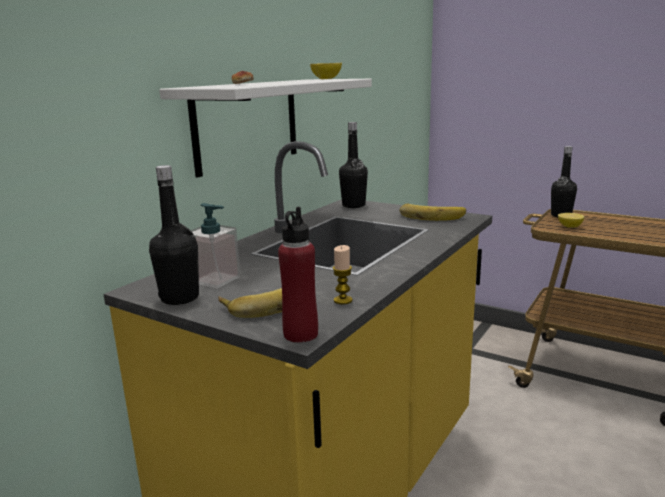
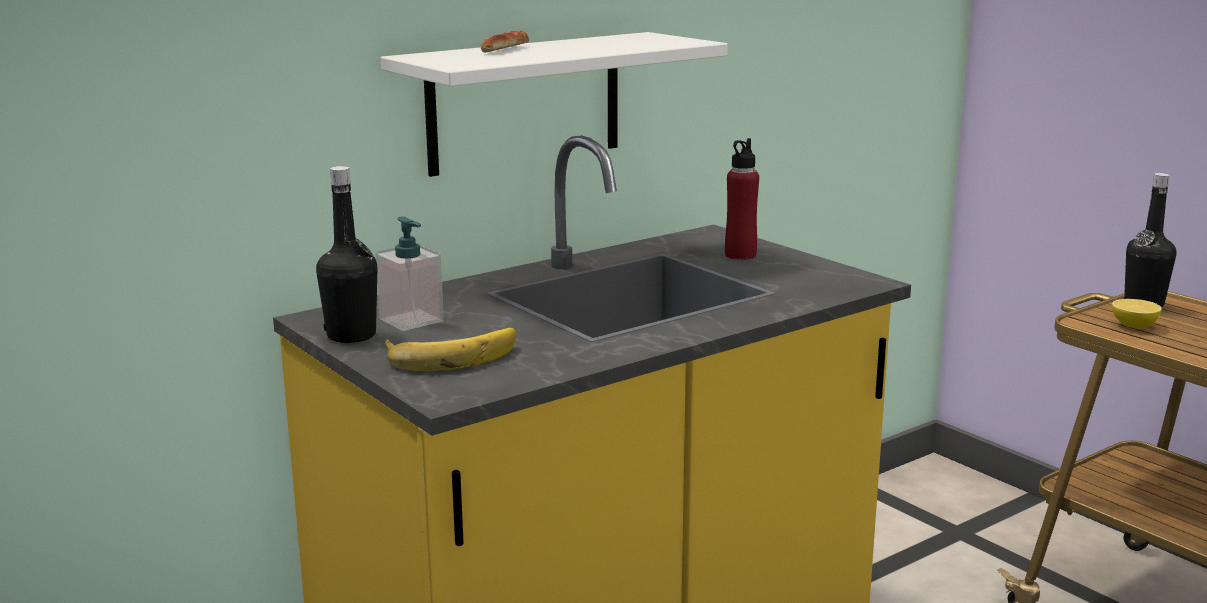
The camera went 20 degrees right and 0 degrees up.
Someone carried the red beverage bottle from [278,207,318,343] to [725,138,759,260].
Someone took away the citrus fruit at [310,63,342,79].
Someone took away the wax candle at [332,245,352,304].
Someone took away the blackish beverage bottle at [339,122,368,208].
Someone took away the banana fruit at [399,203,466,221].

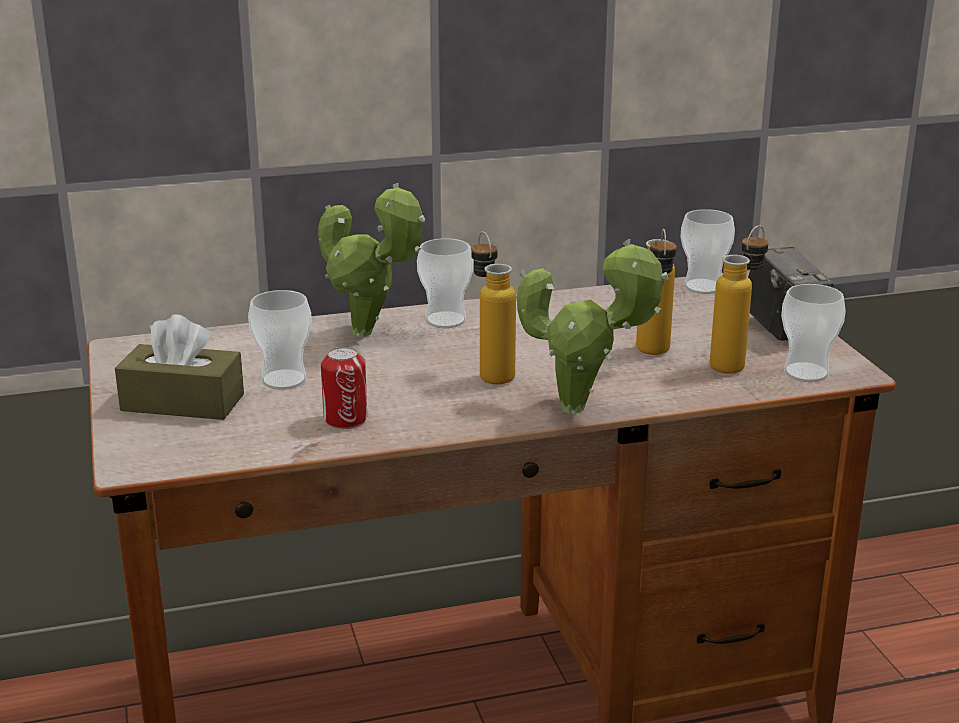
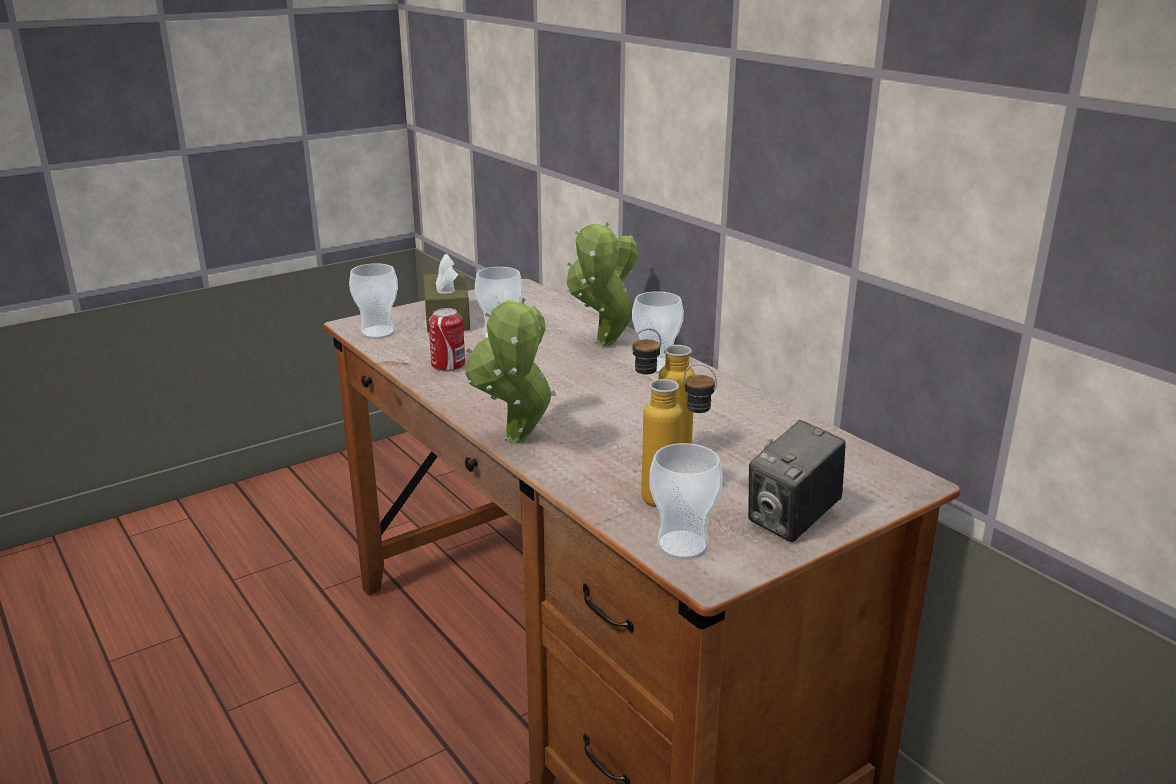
The camera went 70 degrees right and 0 degrees up.
Someone took away the beverage bottle at [471,231,516,384].
Someone carried the drinking cup from [680,209,735,294] to [349,263,398,339].

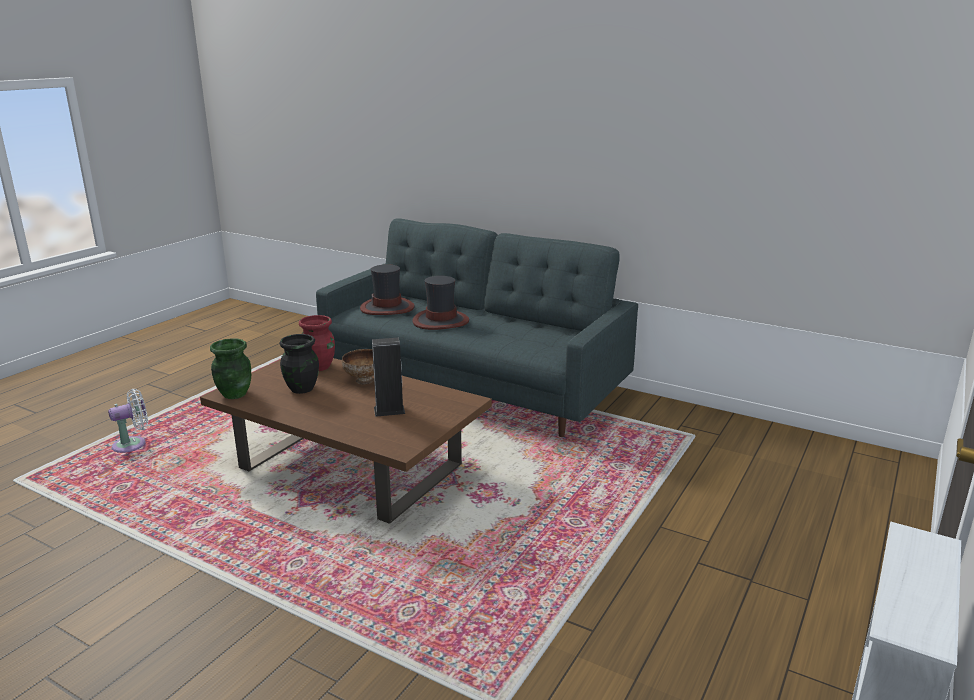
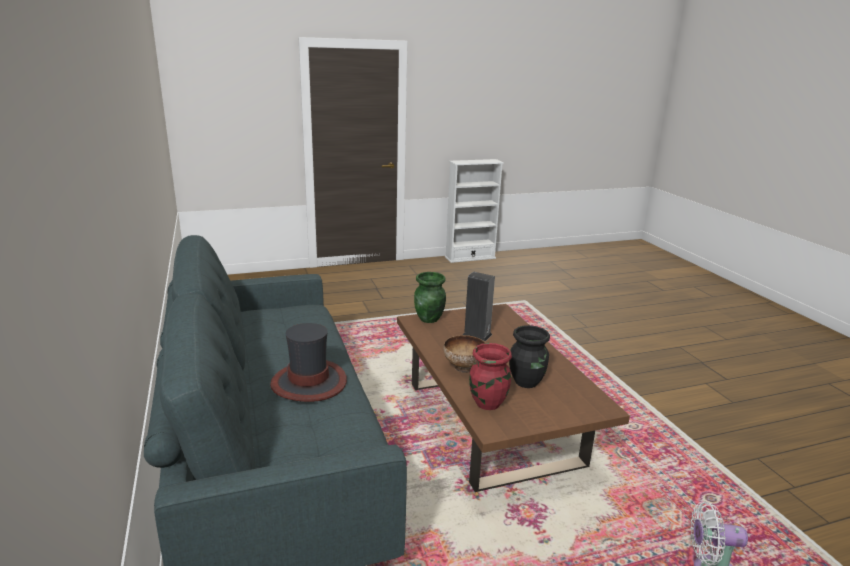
The camera went 140 degrees left and 0 degrees up.
Someone carried the green-coloured vase from [210,338,251,399] to [414,272,446,323].
Someone took away the clothing hat at [360,264,414,315].

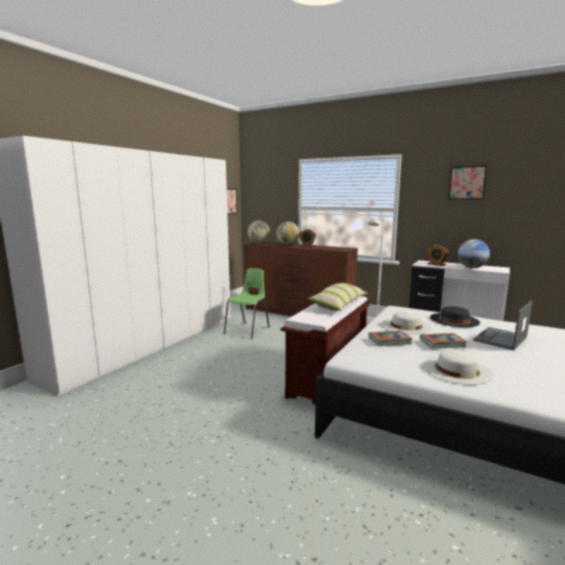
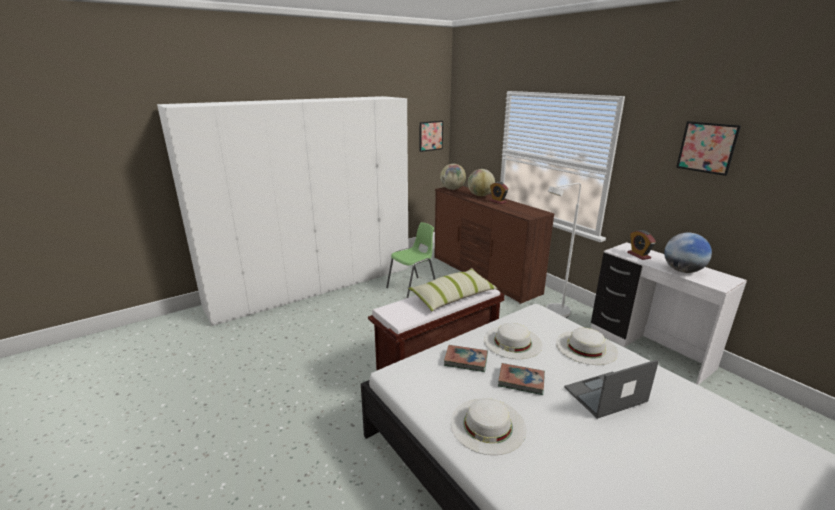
The camera went 25 degrees right and 10 degrees up.
Someone repainted the blackish clothing hat at [430,306,480,327], which became the white-coloured clothing hat at [556,328,618,365].

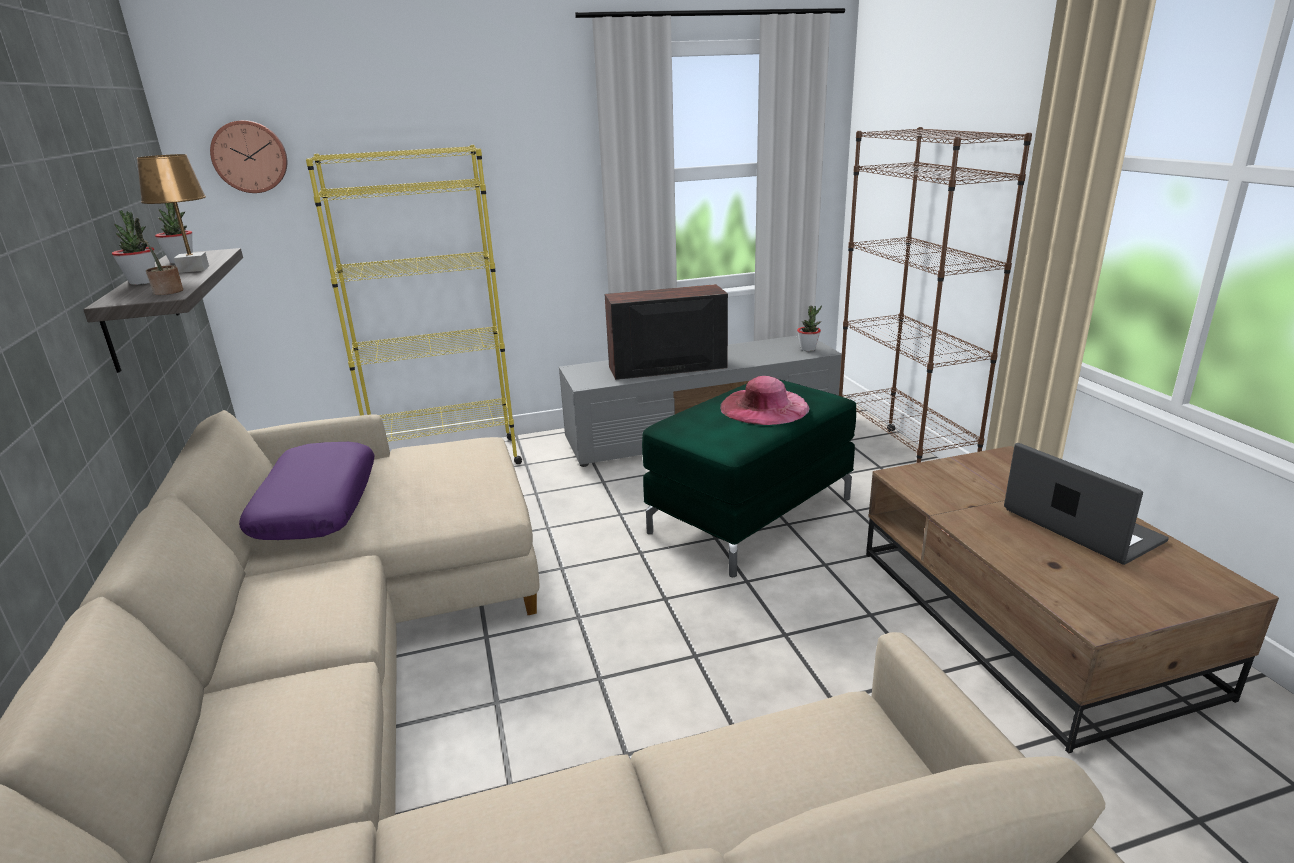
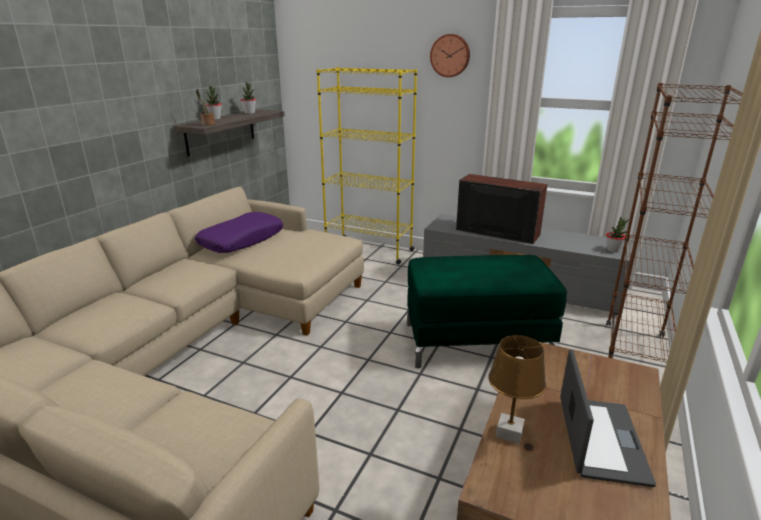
The camera went 40 degrees right and 0 degrees up.
Someone carried the brownish lamp for a table from [137,154,209,273] to [488,335,546,444].
Someone carried the wall clock from [210,120,287,193] to [430,34,470,77].
Someone took away the pink clothing hat at [720,376,809,425].

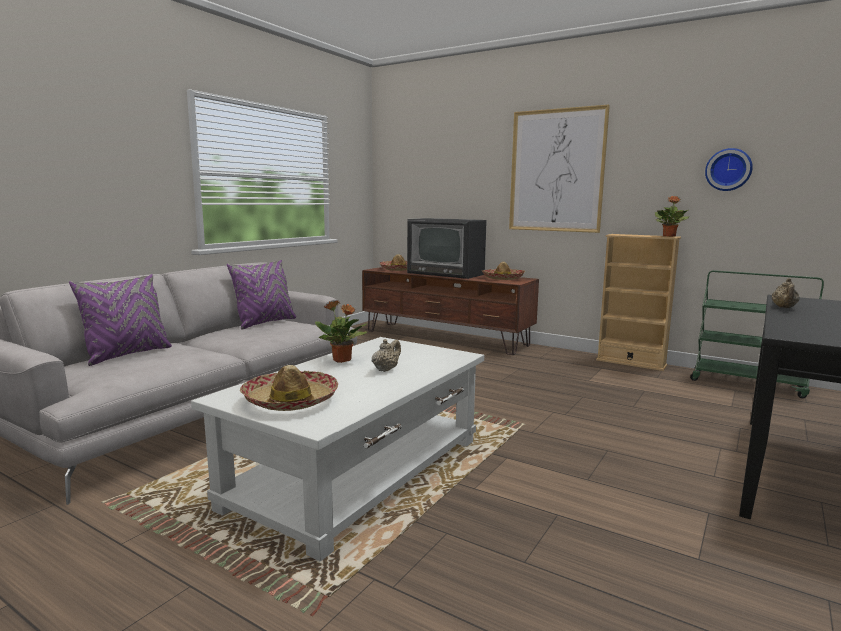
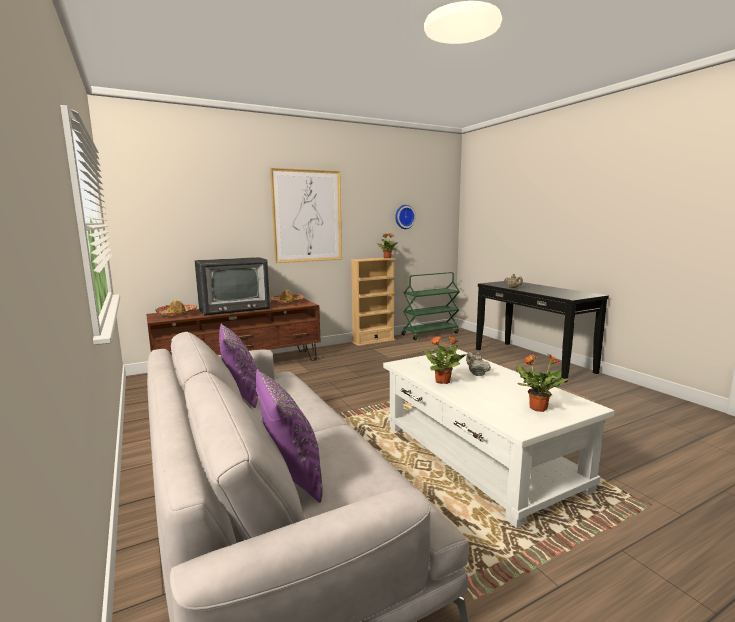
The camera went 60 degrees left and 0 degrees up.
Someone swapped the clothing hat at [240,365,338,411] for the potted plant at [516,354,569,412].

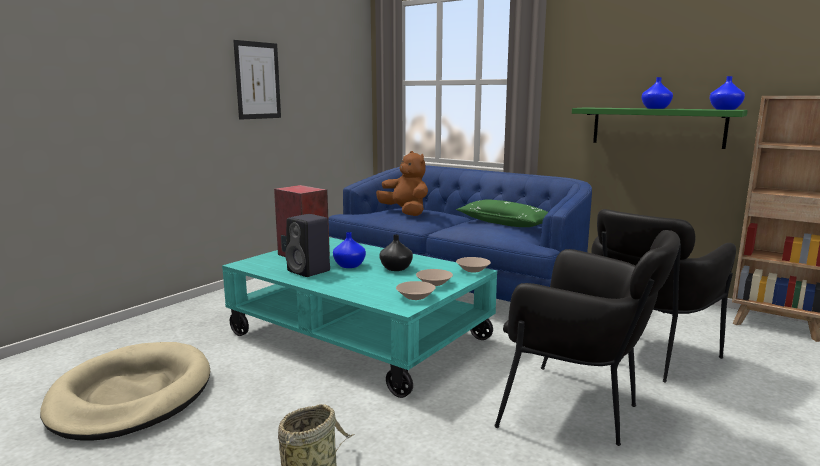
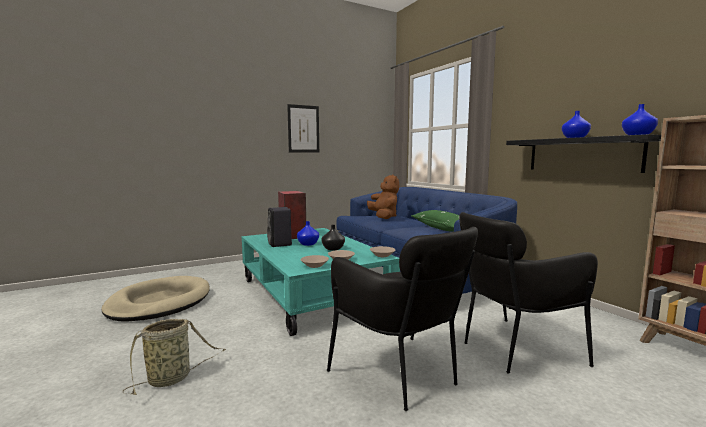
The camera went 25 degrees right and 5 degrees down.
Someone repainted the green-coloured wall shelf at [572,107,748,149], which became the blackish wall shelf at [506,134,661,173].

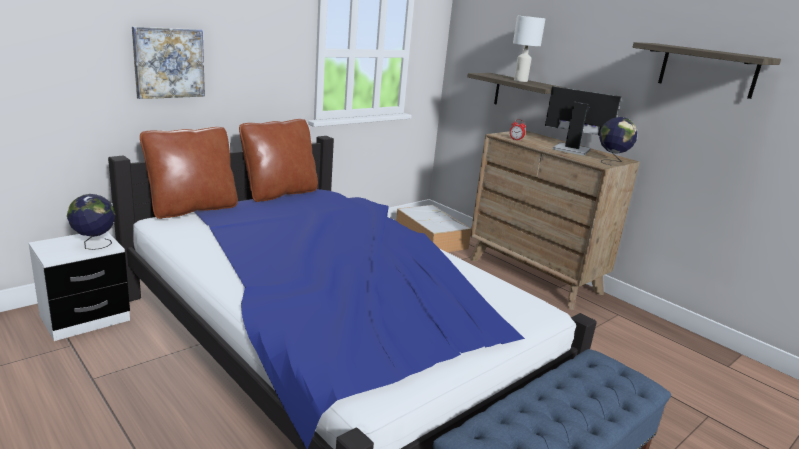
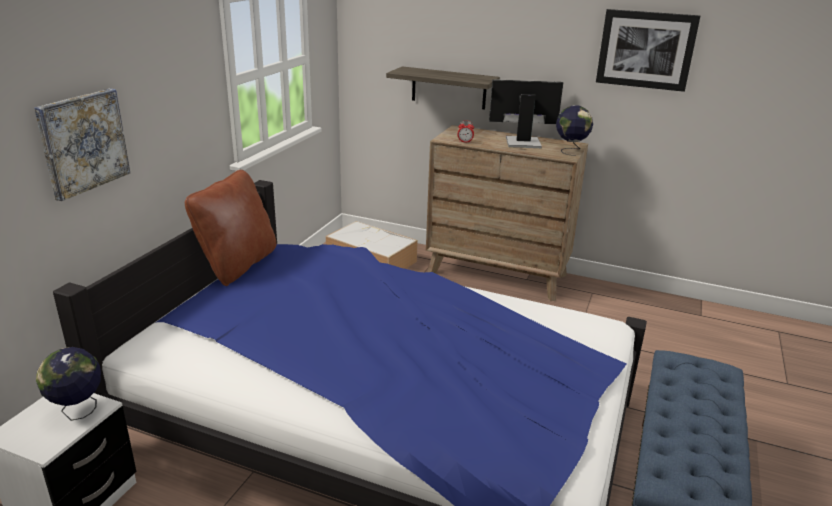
The camera went 25 degrees left and 5 degrees up.
Someone took away the brownish throw pillow at [140,127,238,219].
Someone took away the white-coloured lamp for a table at [513,16,546,82].
Someone swapped the wall shelf at [632,42,781,99] for the wall art at [596,9,700,92].

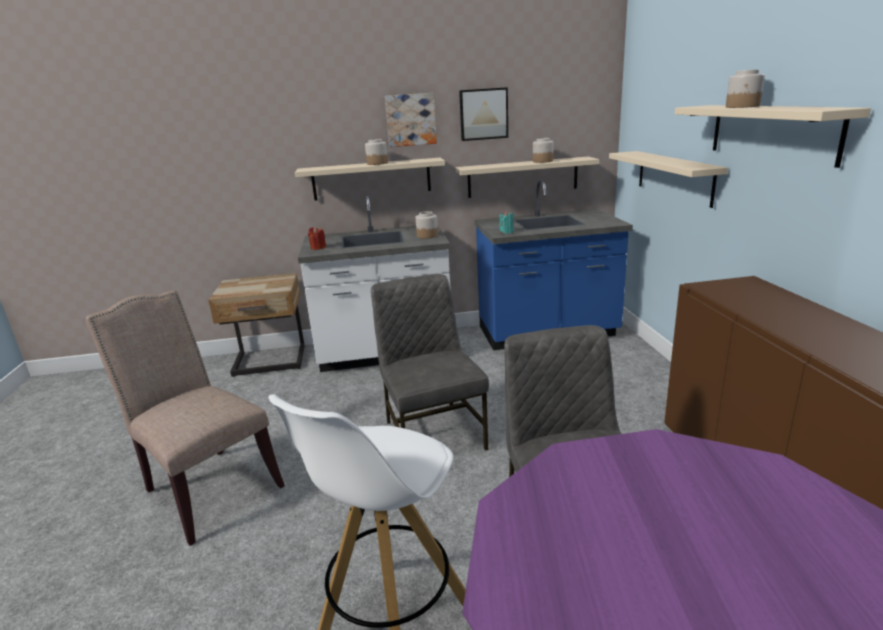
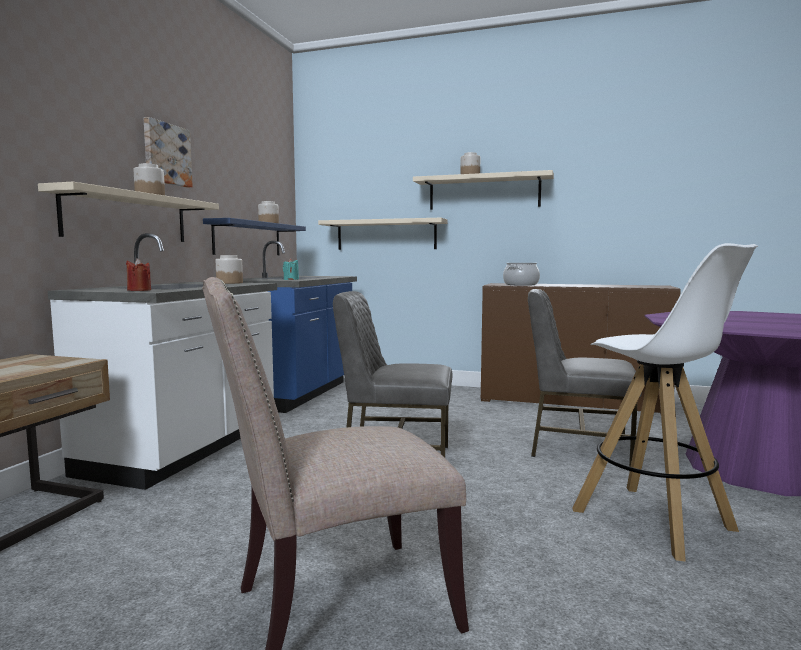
The camera went 65 degrees left and 15 degrees down.
Someone repainted the beige-coloured wall shelf at [456,157,600,198], which became the blue wall shelf at [203,218,306,255].
Someone took away the wall art at [459,87,508,141].
Someone put down the saucepot at [503,263,540,286].

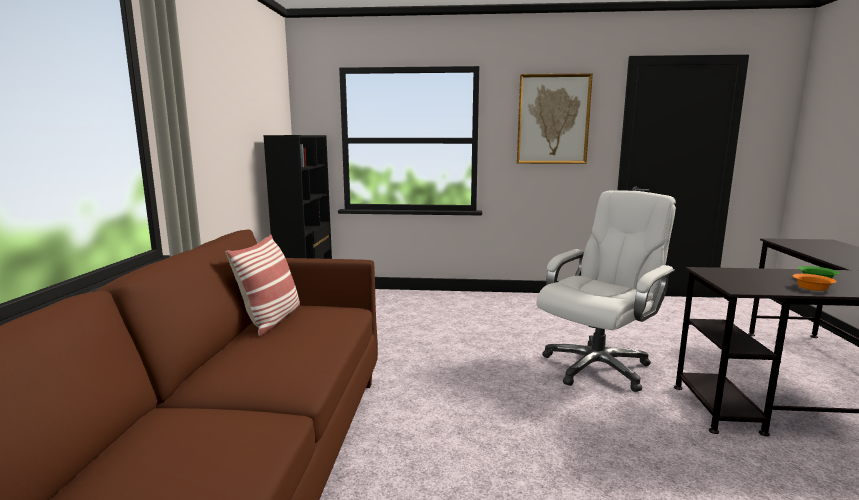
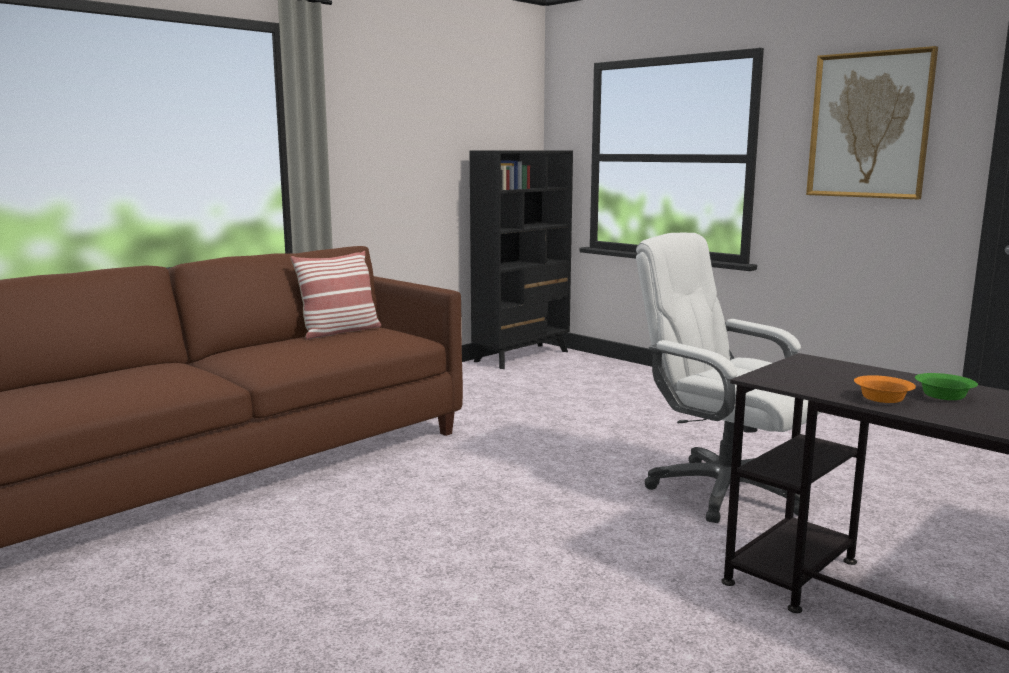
The camera went 40 degrees right and 0 degrees up.
Someone rotated the white-coloured desk chair at [536,191,676,392] by 135 degrees counterclockwise.

